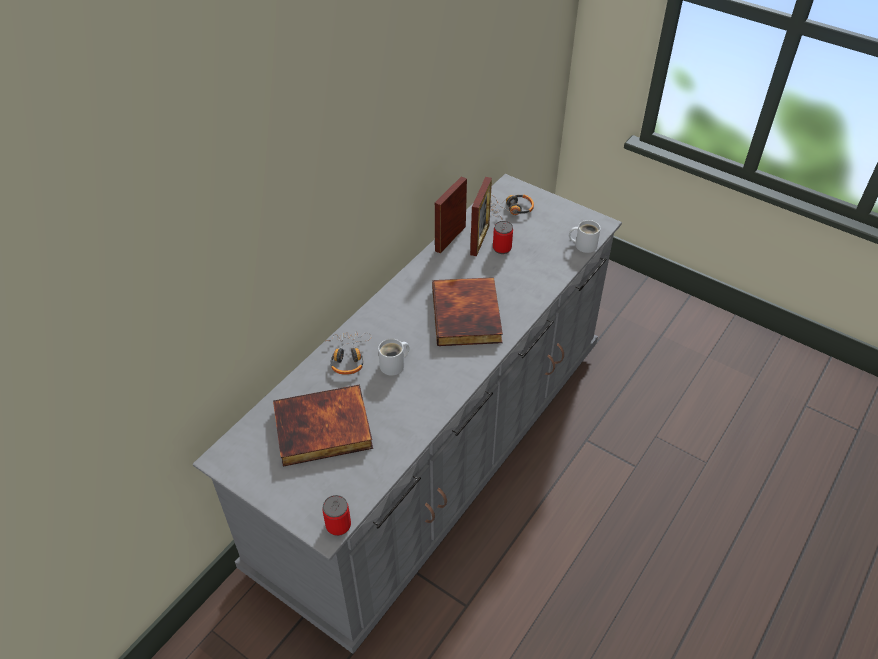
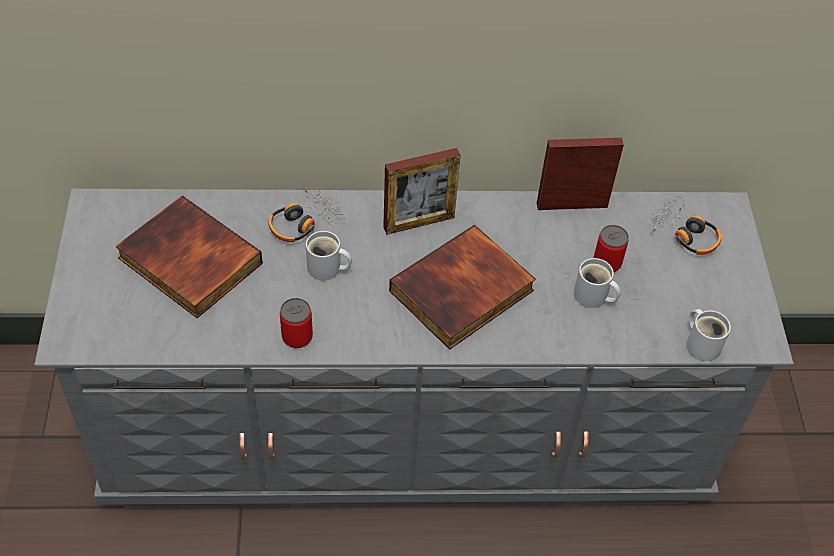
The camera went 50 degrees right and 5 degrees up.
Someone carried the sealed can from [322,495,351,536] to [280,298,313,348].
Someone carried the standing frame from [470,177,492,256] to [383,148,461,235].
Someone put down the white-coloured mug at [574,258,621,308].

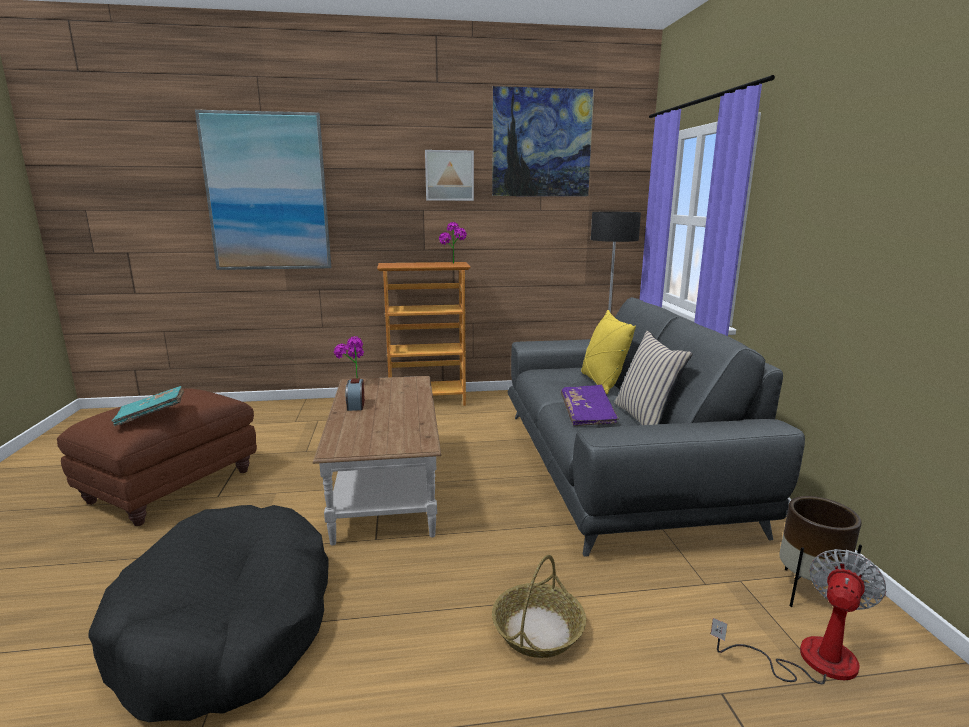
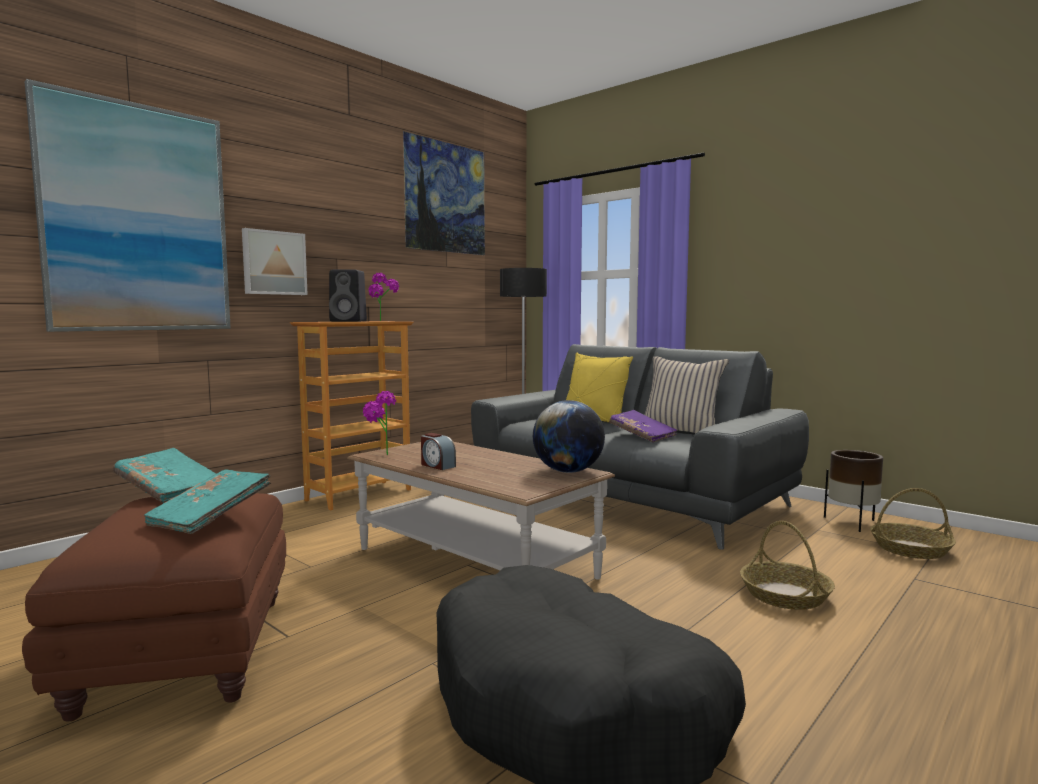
The camera went 40 degrees left and 10 degrees down.
Someone carried the wall art from [425,150,474,201] to [242,228,308,295].
Someone swapped the cooling fan at [710,549,887,684] for the basket at [870,488,956,559].
Someone put down the turquoise book at [113,448,216,503].
Someone put down the blackish loudspeaker at [329,270,367,322].
Someone put down the world globe at [533,400,605,473].

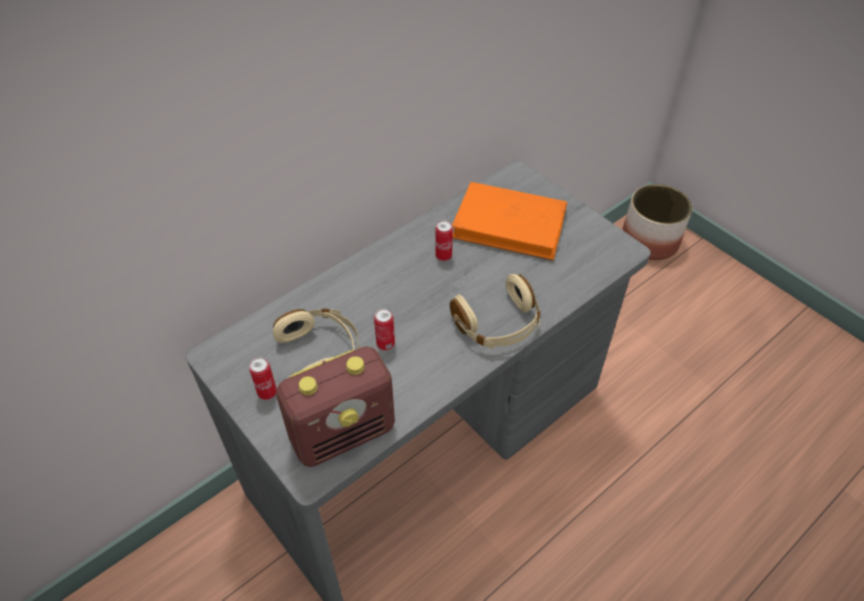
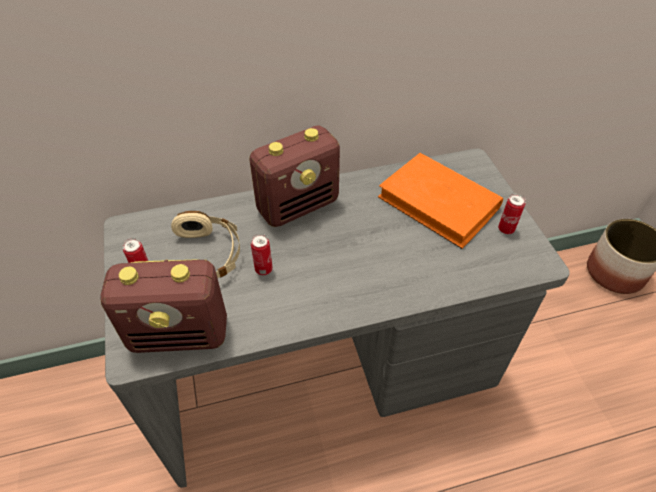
The camera went 25 degrees right and 0 degrees up.
Someone carried the sealed can from [435,220,453,261] to [498,194,526,234].
Someone took away the beige-coloured pair of headphones at [450,274,541,349].
Someone put down the radio set at [249,125,340,227].

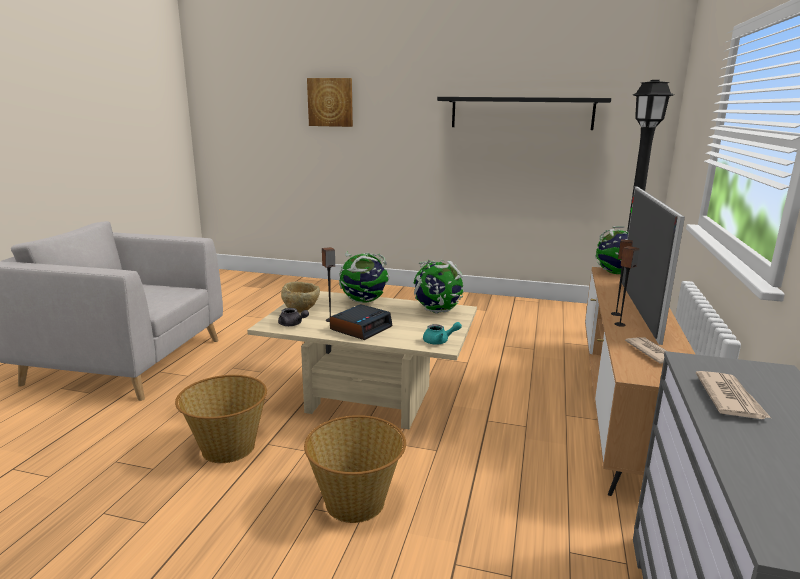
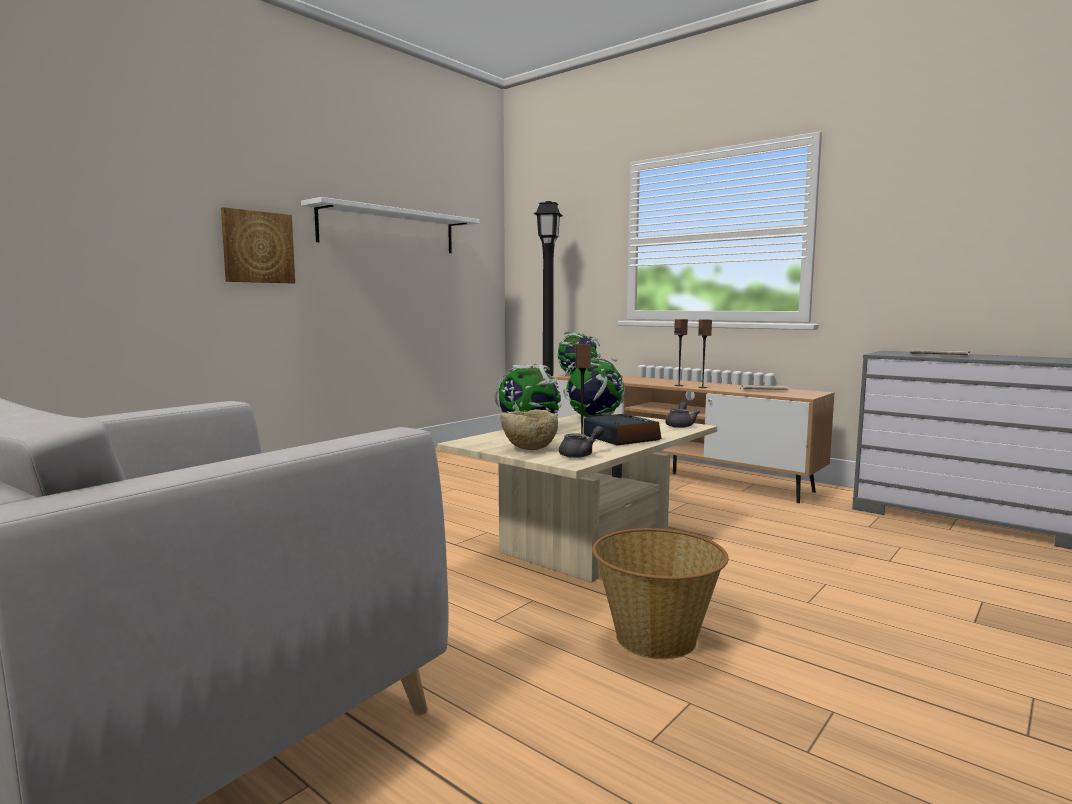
The camera went 65 degrees left and 10 degrees down.
Someone took away the basket at [304,415,406,523].
Someone carried the wall art from [307,78,353,127] to [221,207,295,283].
Someone repainted the turquoise pot for tea at [423,322,462,345], which became the greyish pot for tea at [665,402,700,428].
Someone repainted the blackish wall shelf at [437,97,611,130], which became the white-coloured wall shelf at [301,197,480,253].
Someone took away the TV at [622,186,685,345].

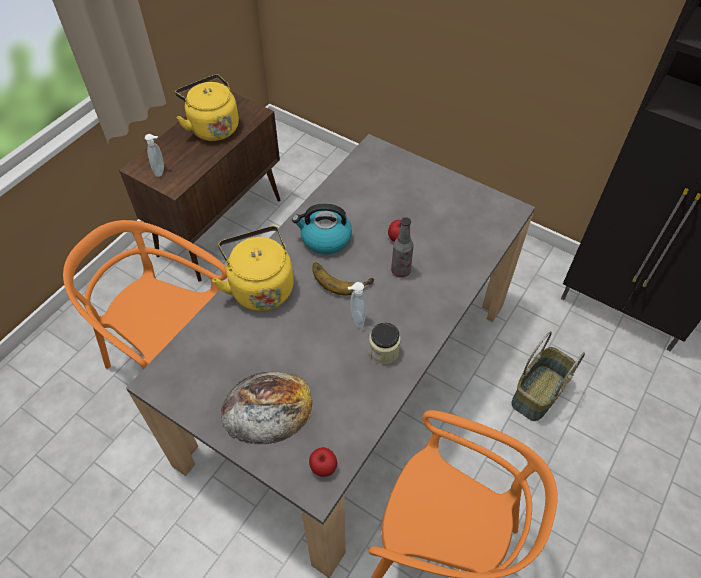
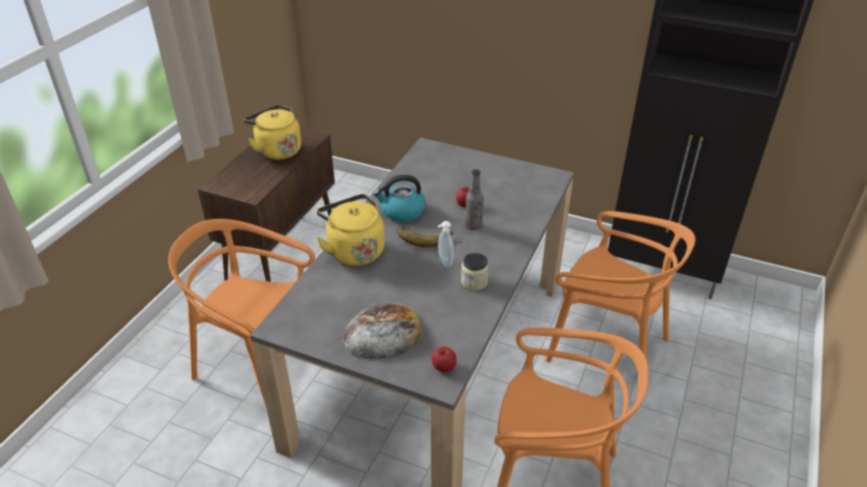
The camera went 10 degrees left and 15 degrees down.
Someone took away the soap dispenser at [145,134,164,177].
Someone swapped the basket at [512,331,585,421] for the orange upright chair at [545,211,695,362].

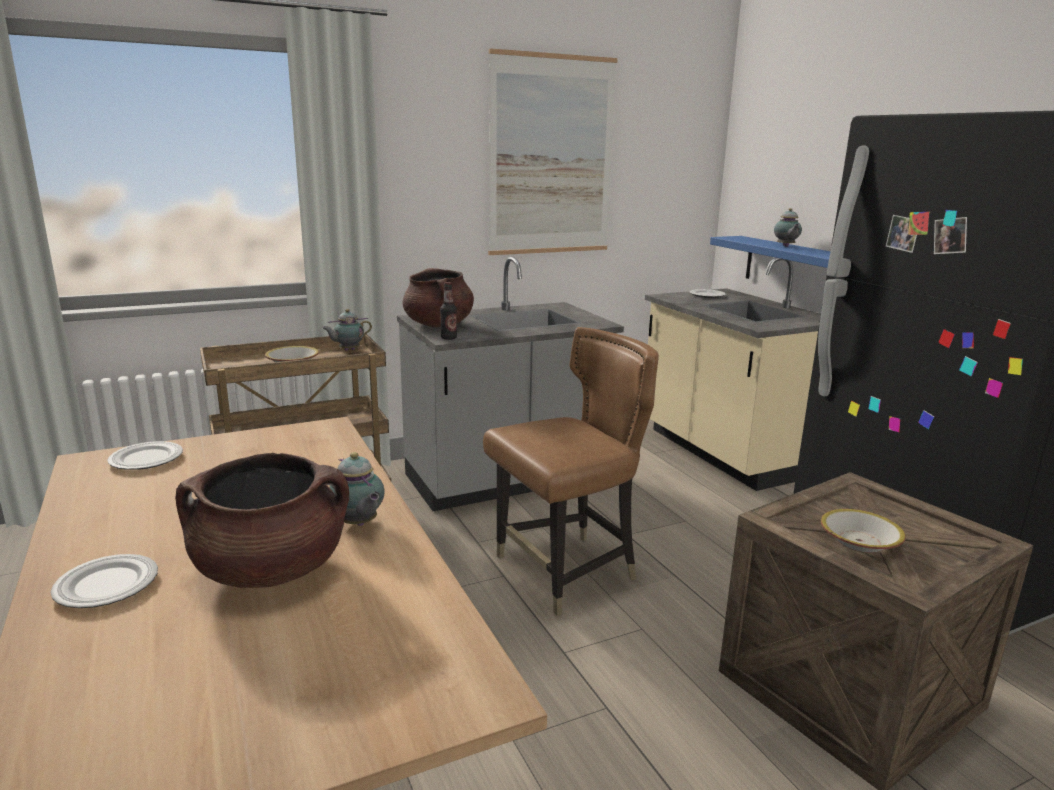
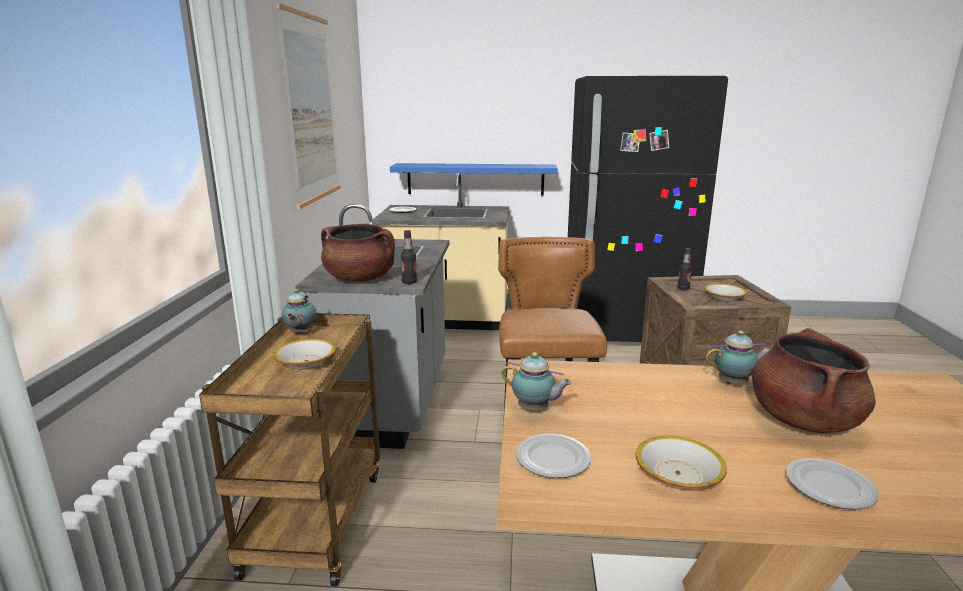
The camera went 60 degrees left and 0 degrees up.
Someone carried the pot for tea from [774,208,802,247] to [501,352,572,411].
Someone put down the serving bowl at [636,436,727,490].
Someone put down the beverage bottle at [677,248,692,290].

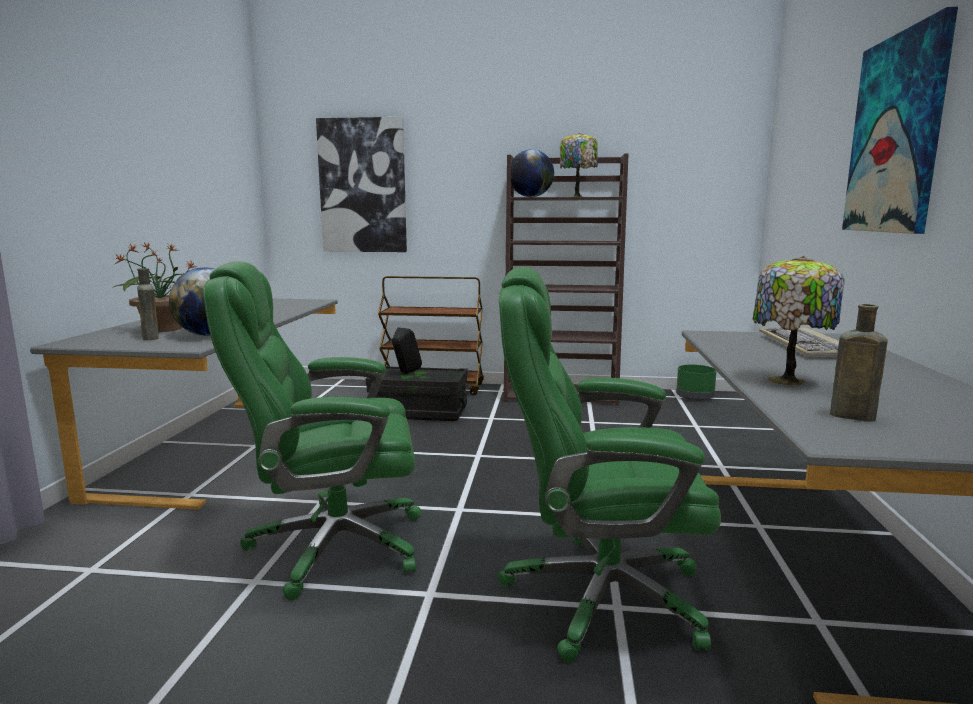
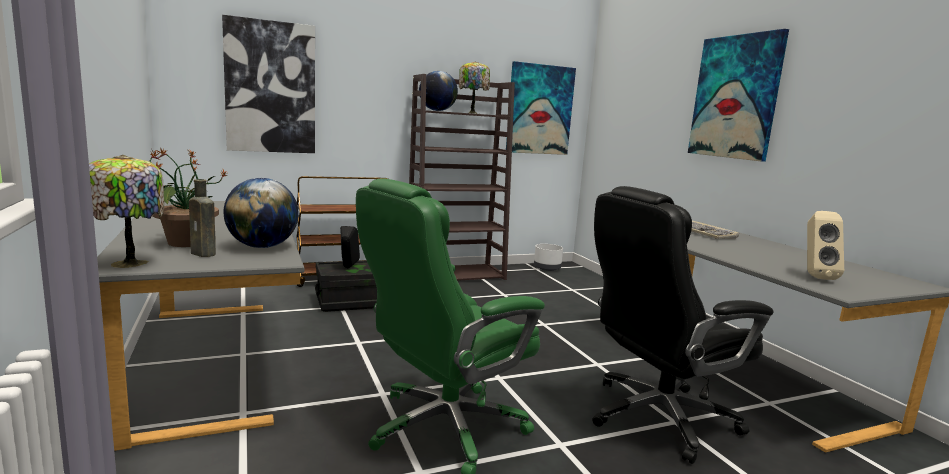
The camera went 30 degrees left and 0 degrees up.
Someone repainted the green-coloured desk chair at [498,267,721,662], which became the blackish desk chair at [592,186,773,464].
Someone repainted the green-coloured flower pot at [676,365,717,401], which became the white-coloured flower pot at [534,244,563,271].
Someone carried the lamp for a table from [753,256,845,386] to [89,155,164,268].
Someone swapped the brownish beverage bottle at [830,304,888,422] for the beige-coloured loudspeaker at [807,211,844,280].
Someone put up the wall art at [506,61,576,155].

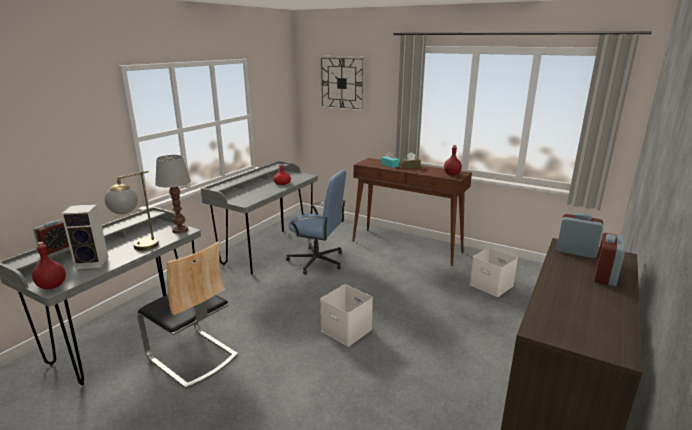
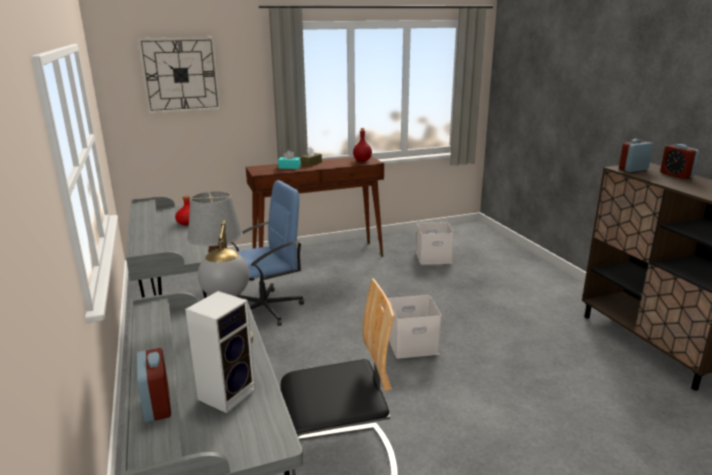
The camera went 50 degrees left and 0 degrees up.
Someone took away the red beverage bottle at [32,242,66,289].

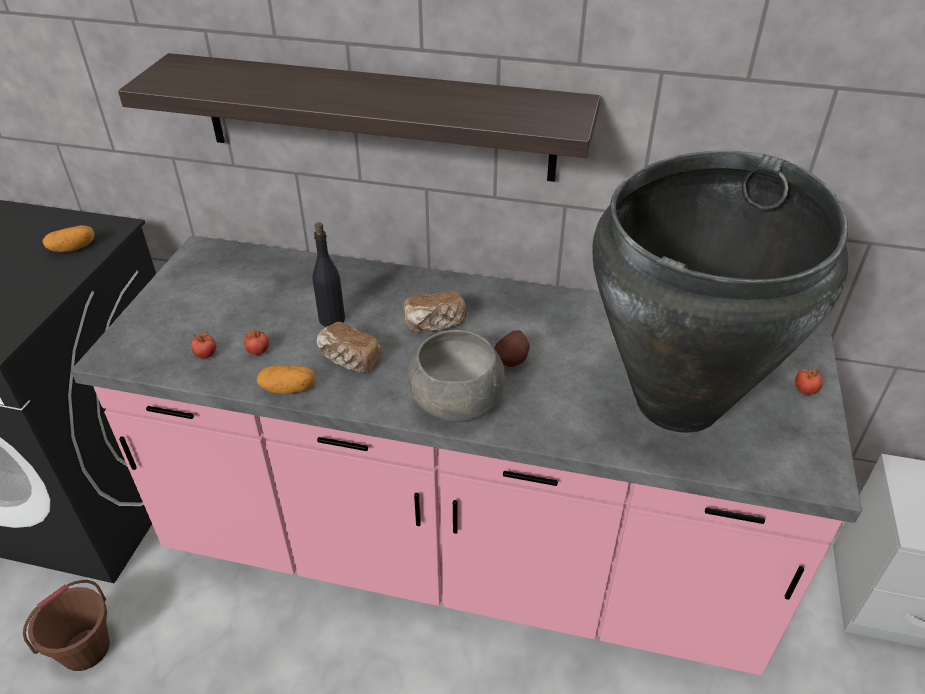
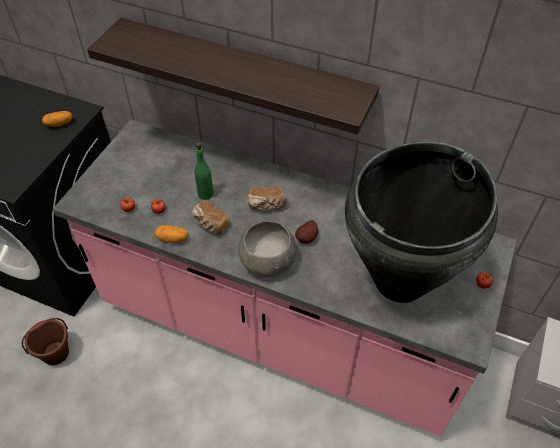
The camera went 10 degrees right and 10 degrees up.
Someone repainted the blackish beverage bottle at [312,222,345,327], which became the green-coloured beverage bottle at [194,143,214,200].

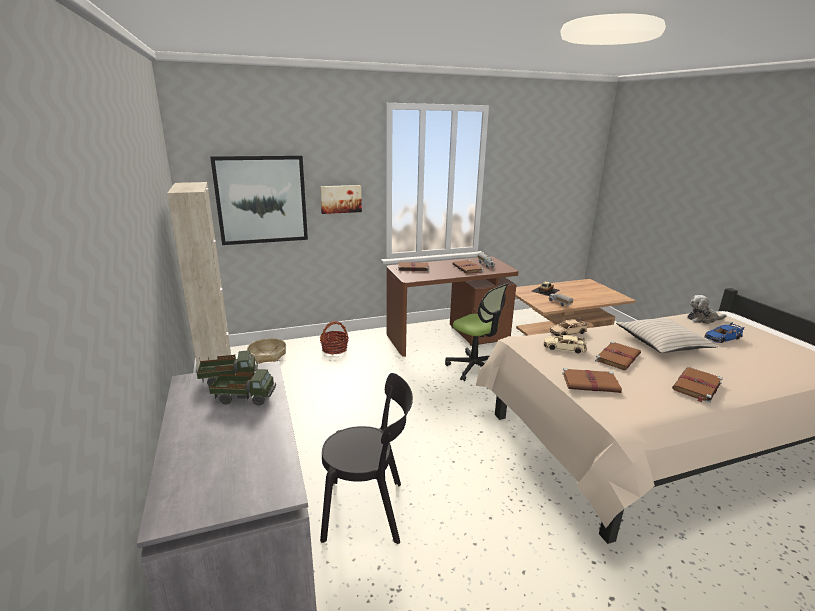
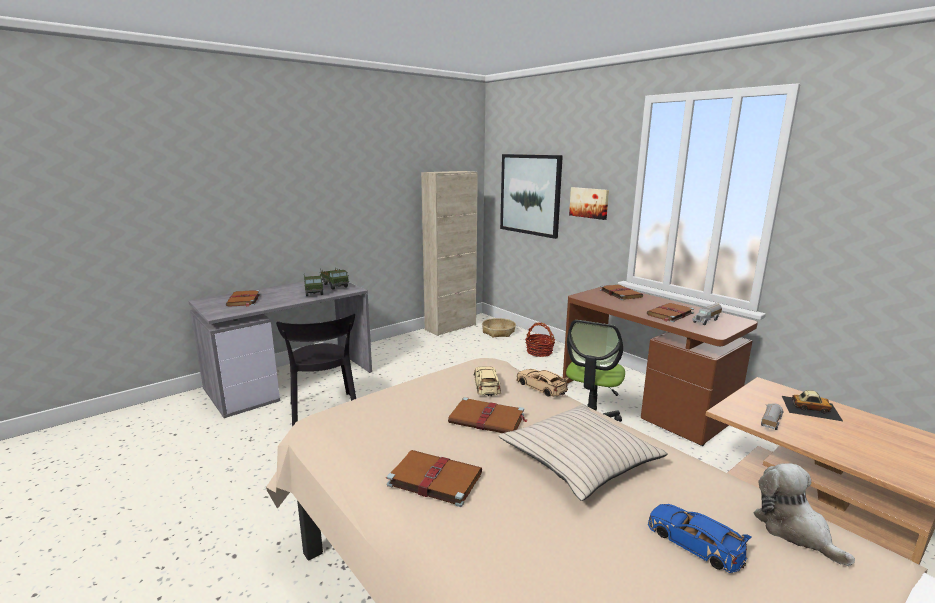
The camera went 70 degrees right and 5 degrees down.
Someone carried the brownish book from [562,368,622,393] to [226,290,260,307].

